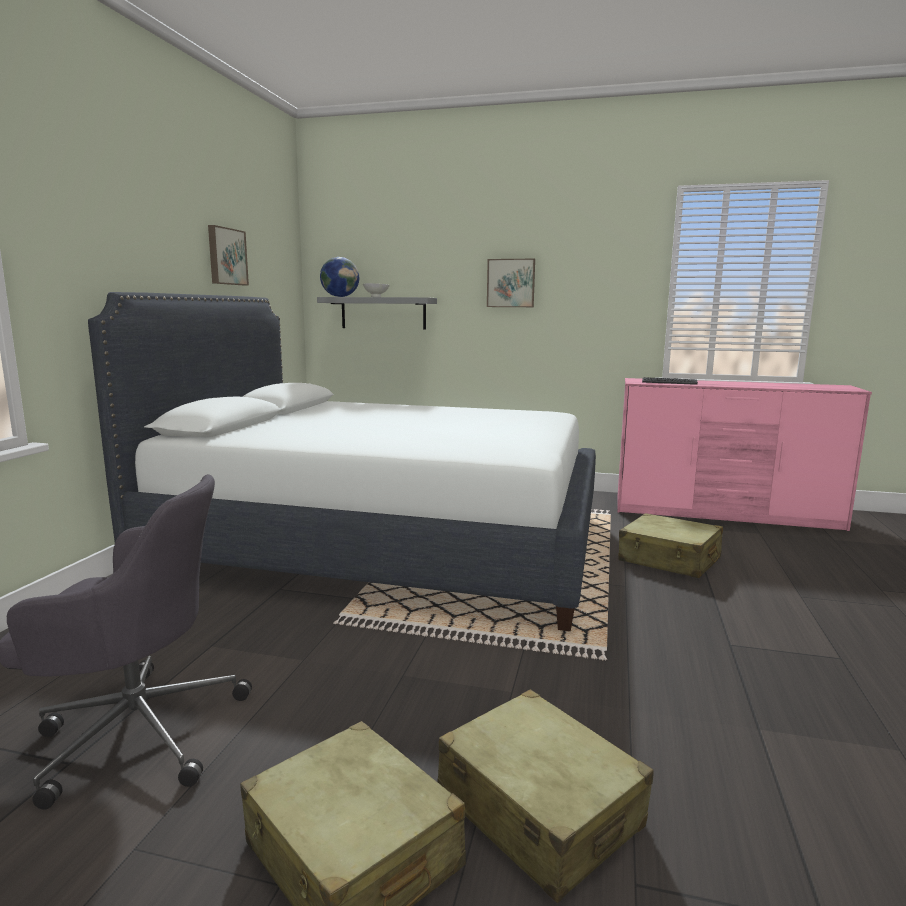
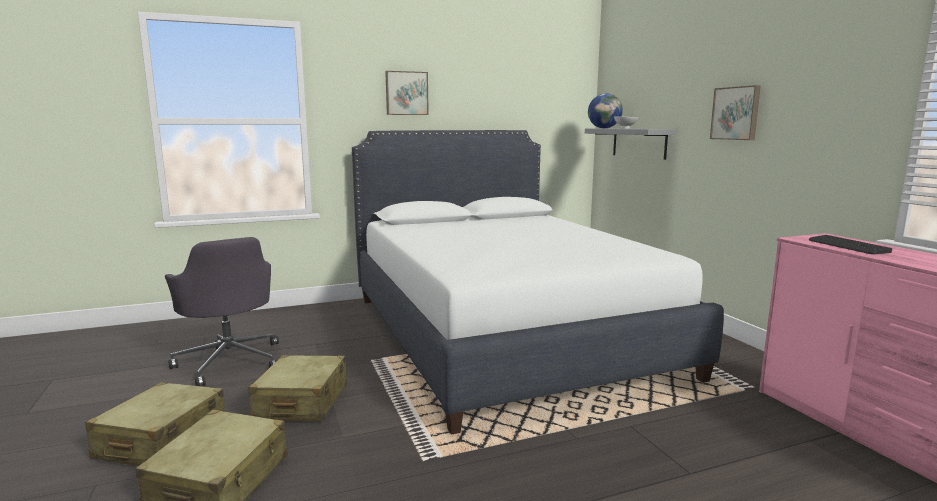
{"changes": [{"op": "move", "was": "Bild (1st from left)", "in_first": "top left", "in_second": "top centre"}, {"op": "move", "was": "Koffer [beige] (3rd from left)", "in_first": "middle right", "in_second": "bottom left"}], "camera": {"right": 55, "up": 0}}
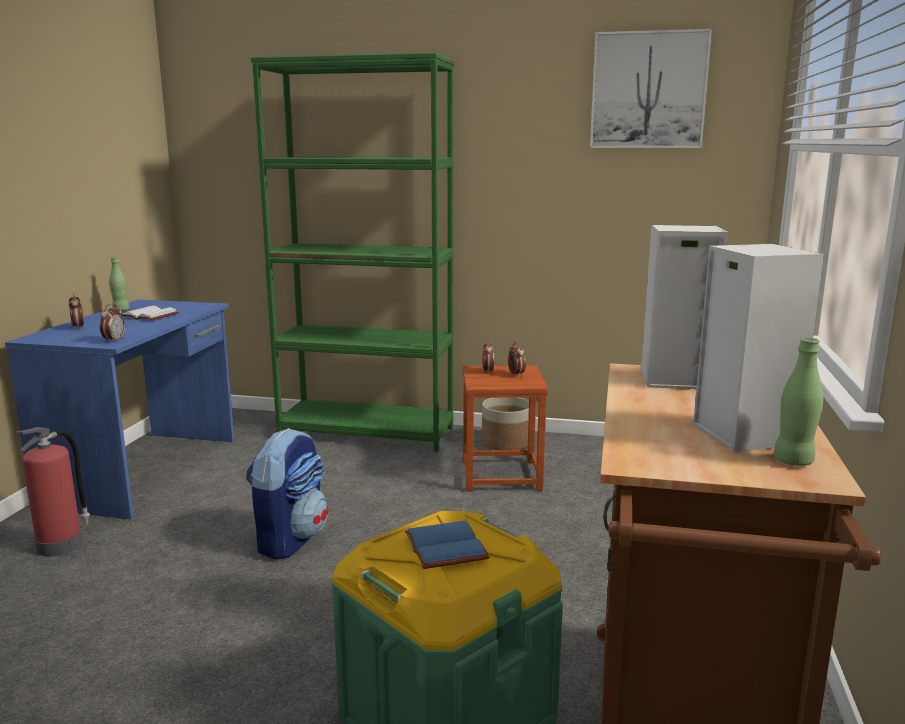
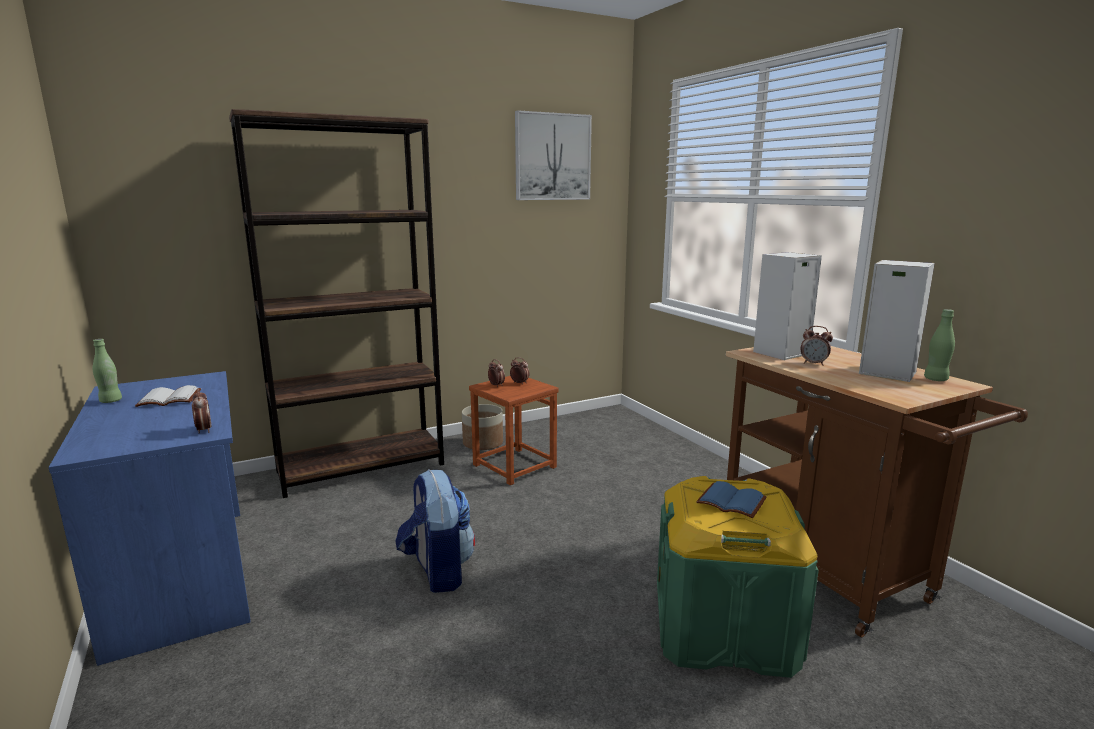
{"changes": [{"op": "recolor", "was": "Bücherregal [grün]", "now": "Bücherregal [braun]", "in_first": "centre", "in_second": "middle left"}, {"op": "move", "was": "Wecker (1st from left in the first image)", "now": "Wecker (4th from left)", "in_first": "middle left", "in_second": "middle right"}, {"op": "delete", "was": "Feuerlöscher", "in_first": "bottom left"}], "camera": {"right": -40, "up": 0}}
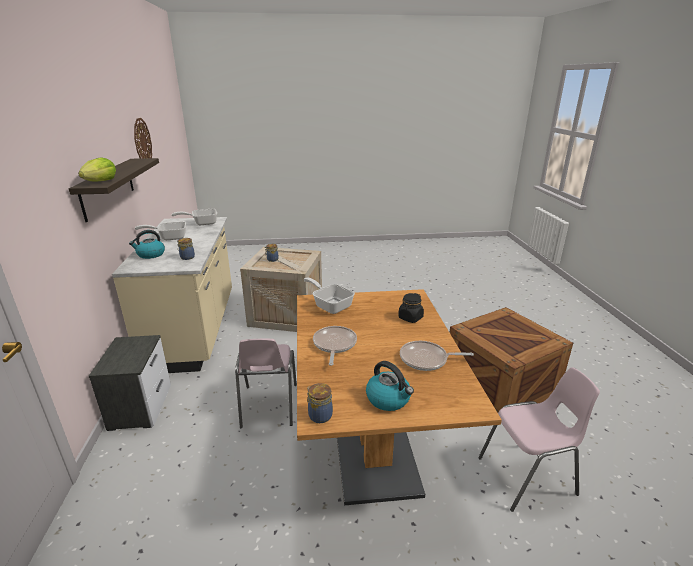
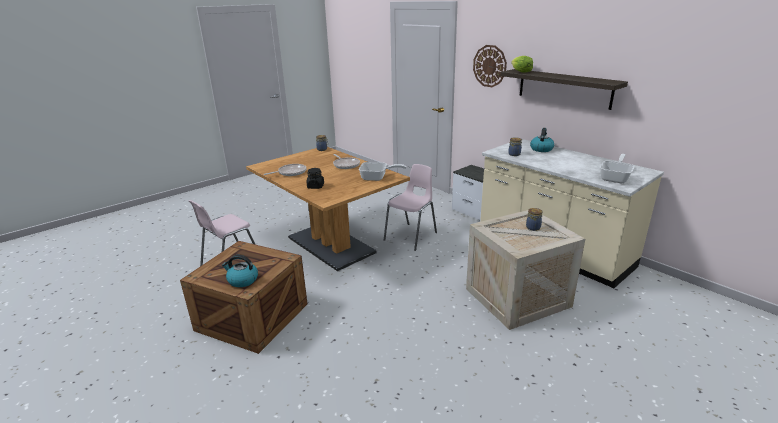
{"changes": [{"op": "move", "was": "Wanduhr", "in_first": "top left", "in_second": "top centre"}, {"op": "delete", "was": "Pfanne (1st from left)", "in_first": "middle left"}, {"op": "rotate", "was": "Stuhl [rosa] (1st from left in the first image)", "in_first": "bottom centre", "in_second": "centre", "clockwise": 75}, {"op": "move", "was": "Wasserkessel (2nd from left in the first image)", "now": "Wasserkessel (1st from left)", "in_first": "bottom centre", "in_second": "middle left"}], "camera": {"right": 145, "up": 0}}
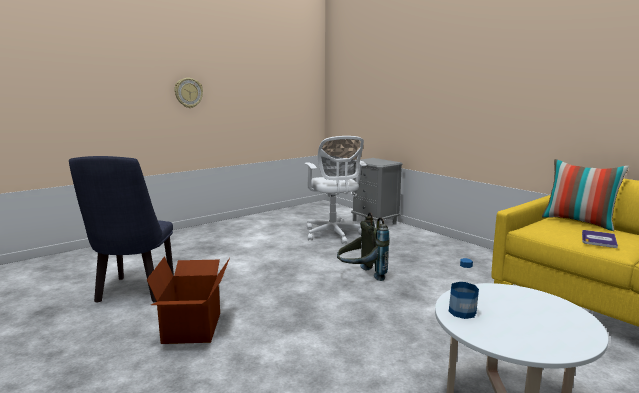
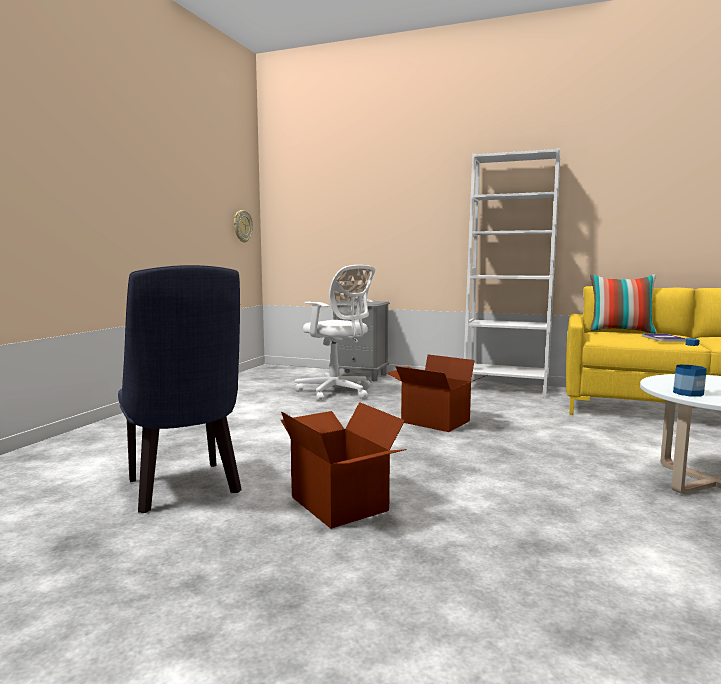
{"changes": [{"op": "move", "was": "Wanduhr", "in_first": "top left", "in_second": "top centre"}, {"op": "replace", "was": "Rucksack [grau]", "now": "Karton (2nd from left)", "in_first": "centre", "in_second": "centre"}, {"op": "insert", "now": "Bücherregal [weiß]", "in_second": "middle right"}], "camera": {"right": -30, "up": -5}}
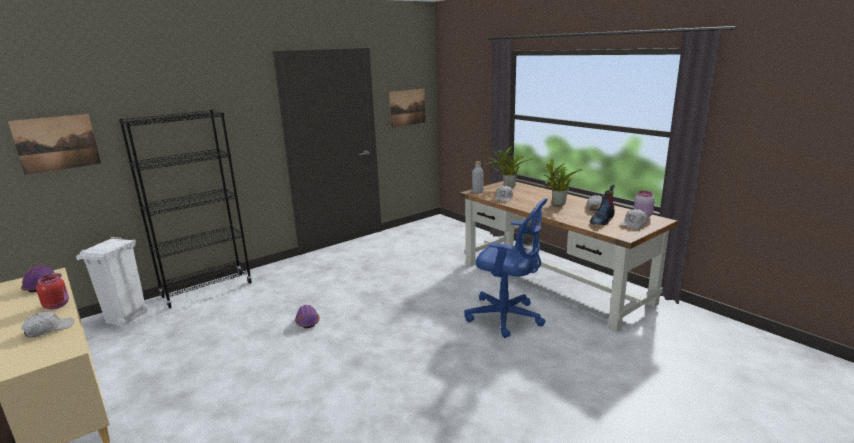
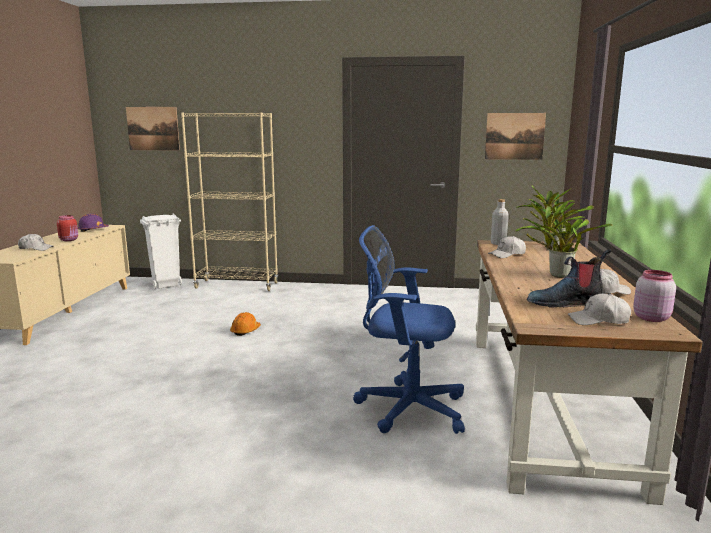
{"changes": [{"op": "recolor", "was": "Bücherregal [schwarz]", "now": "Bücherregal [beige]", "in_first": "middle left", "in_second": "middle left"}, {"op": "rotate", "was": "Bürostuhl [blau]", "in_first": "centre", "in_second": "centre", "clockwise": 120}, {"op": "recolor", "was": "Schutzhelm [lila] (2nd from left)", "now": "Schutzhelm [orange]", "in_first": "bottom centre", "in_second": "centre"}], "camera": {"right": 45, "up": -5}}
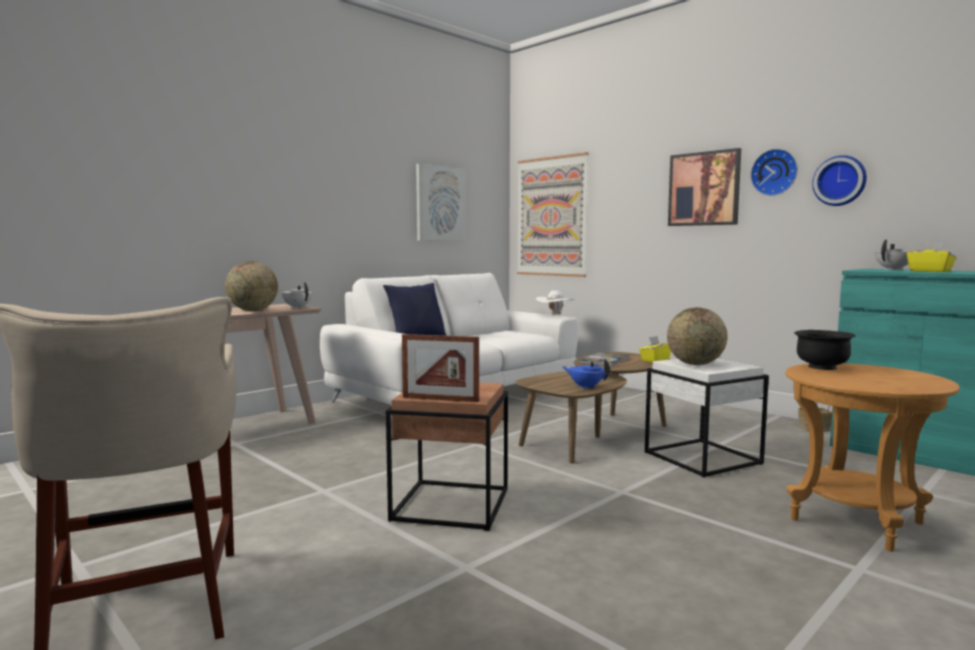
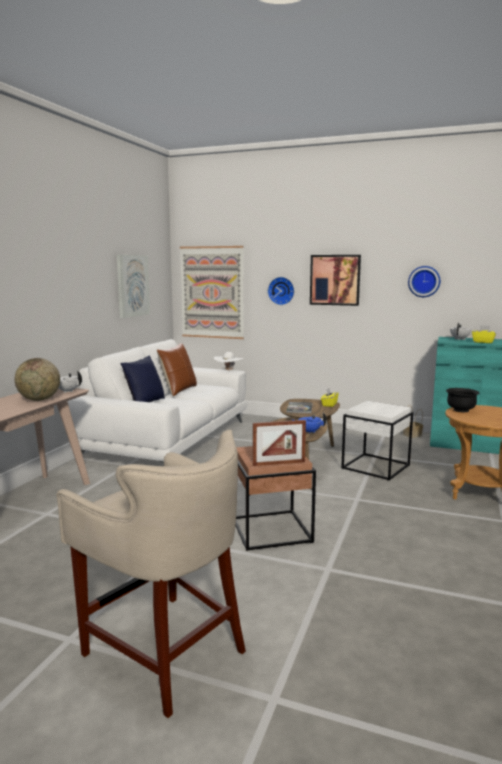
{"changes": [{"op": "move", "was": "Wanduhr (1st from left)", "in_first": "top right", "in_second": "centre"}, {"op": "delete", "was": "Globus (2nd from left)", "in_first": "middle right"}, {"op": "insert", "now": "Kissen [braun]", "in_second": "centre"}], "camera": {"right": -25, "up": 5}}
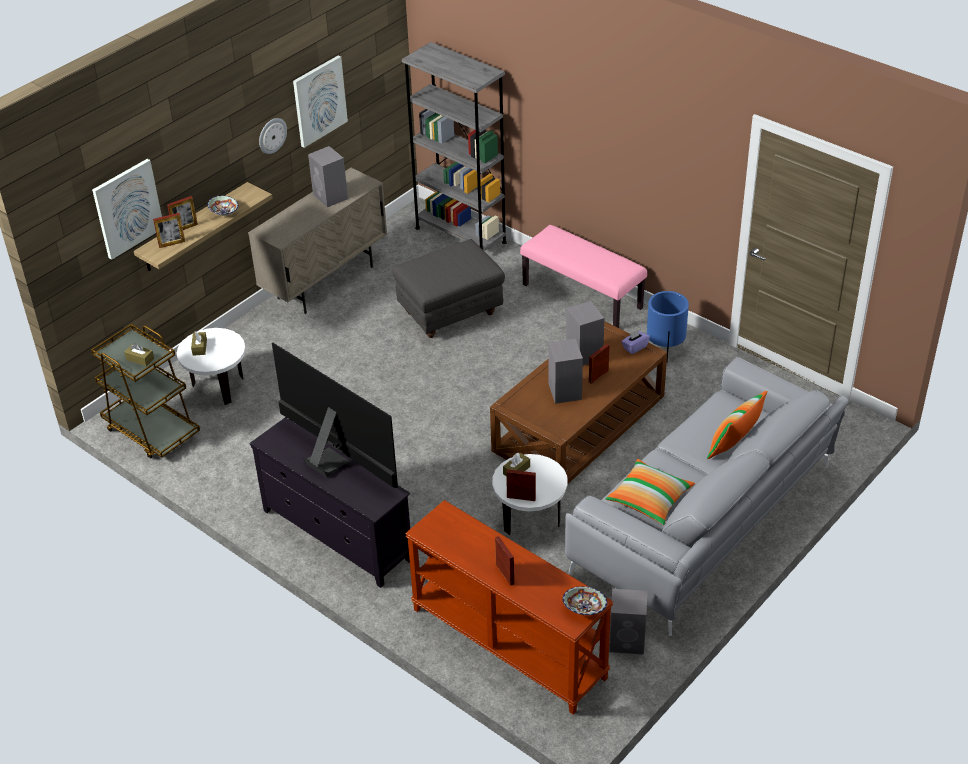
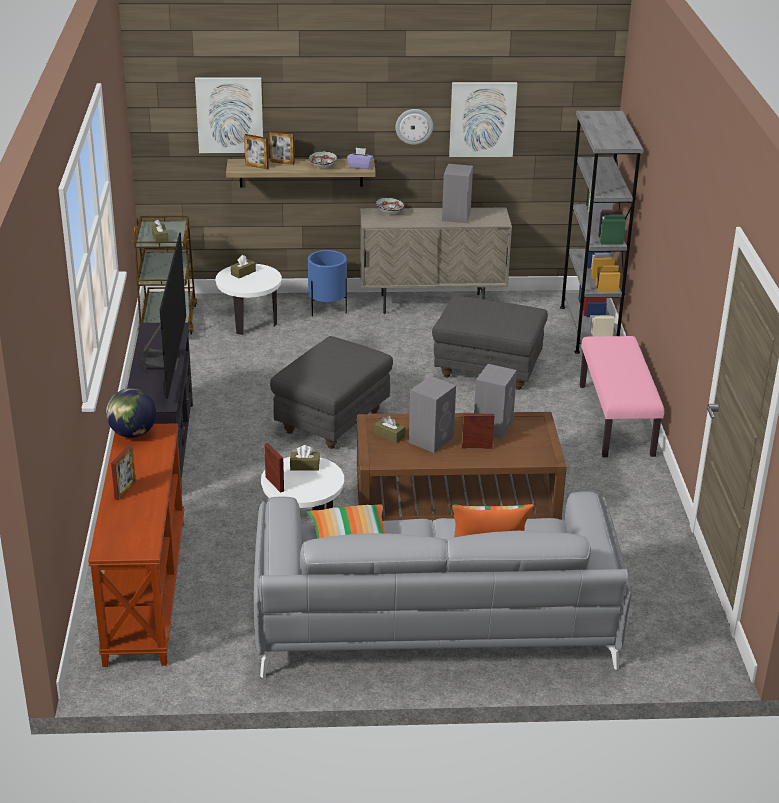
{"changes": [{"op": "move", "was": "Pflanzkübel [blau]", "in_first": "middle right", "in_second": "centre"}, {"op": "move", "was": "Taschentuchbox [lila]", "in_first": "centre", "in_second": "top centre"}, {"op": "move", "was": "Schüssel (2nd from left)", "in_first": "bottom centre", "in_second": "top centre"}, {"op": "delete", "was": "Lautsprecher [grau] (4th from left)", "in_first": "bottom centre"}, {"op": "insert", "now": "Polsterhocker [grau] (1st from left)", "in_second": "centre"}, {"op": "insert", "now": "Globus", "in_second": "middle left"}, {"op": "insert", "now": "Taschentuchbox [braun] (4th from left)", "in_second": "centre"}], "camera": {"right": 45, "up": -10}}
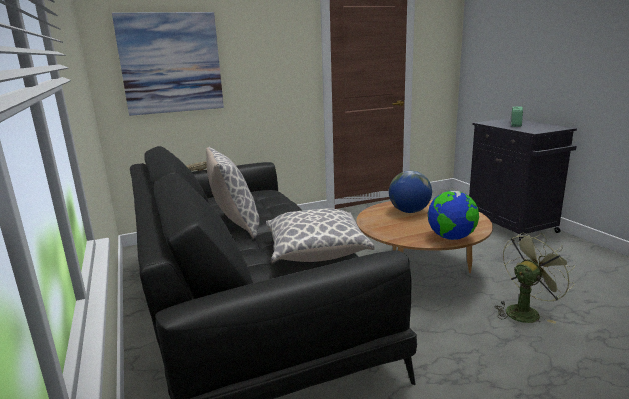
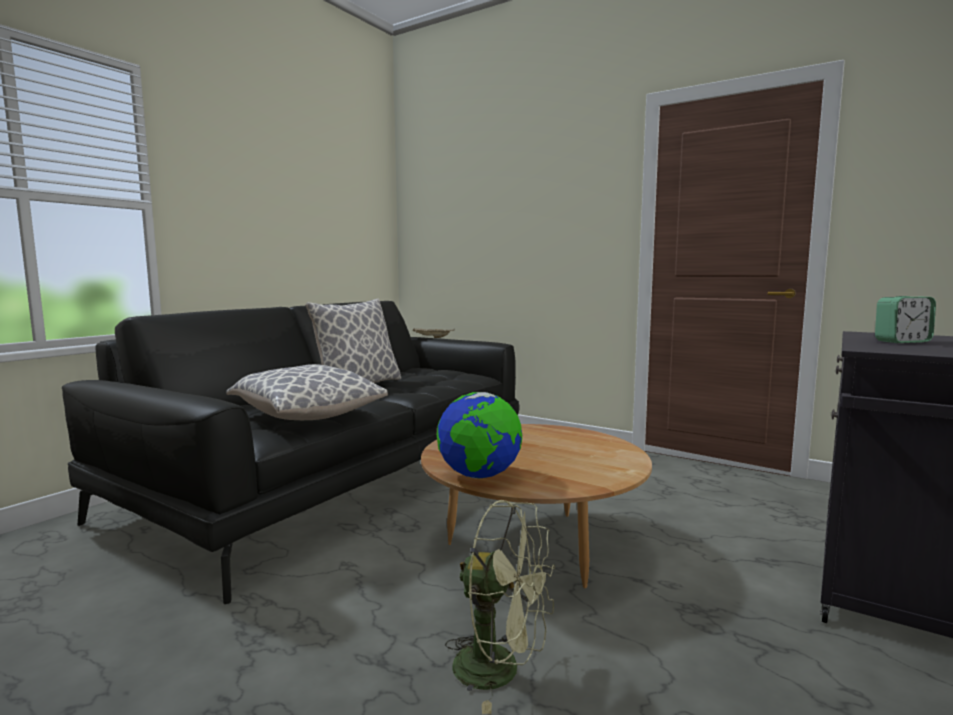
{"changes": [{"op": "delete", "was": "Bild", "in_first": "top left"}, {"op": "delete", "was": "Globus (1st from left)", "in_first": "centre"}], "camera": {"right": 55, "up": -10}}
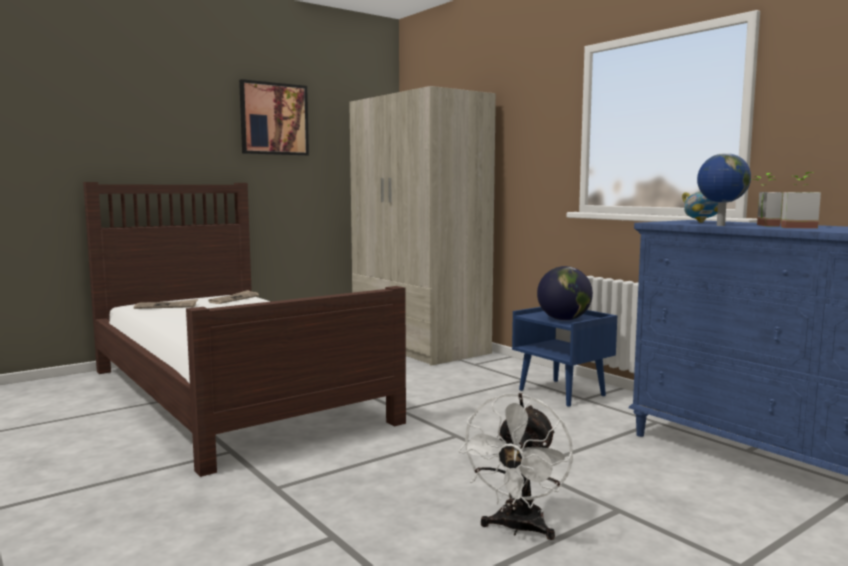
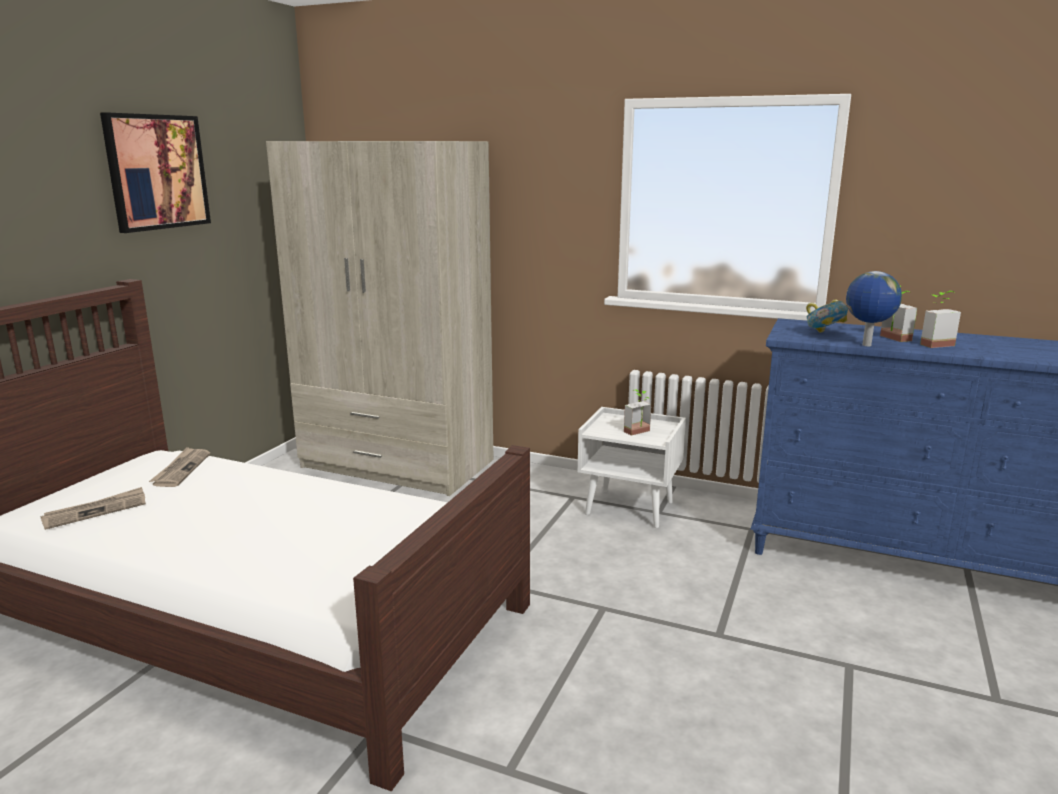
{"changes": [{"op": "replace", "was": "Globus (1st from left)", "now": "Topfpflanze (1st from left)", "in_first": "centre", "in_second": "centre"}, {"op": "recolor", "was": "Nachttisch [blau]", "now": "Nachttisch [weiß]", "in_first": "centre", "in_second": "centre"}, {"op": "delete", "was": "Ventilator [weiß]", "in_first": "bottom centre"}], "camera": {"right": -30, "up": 10}}
